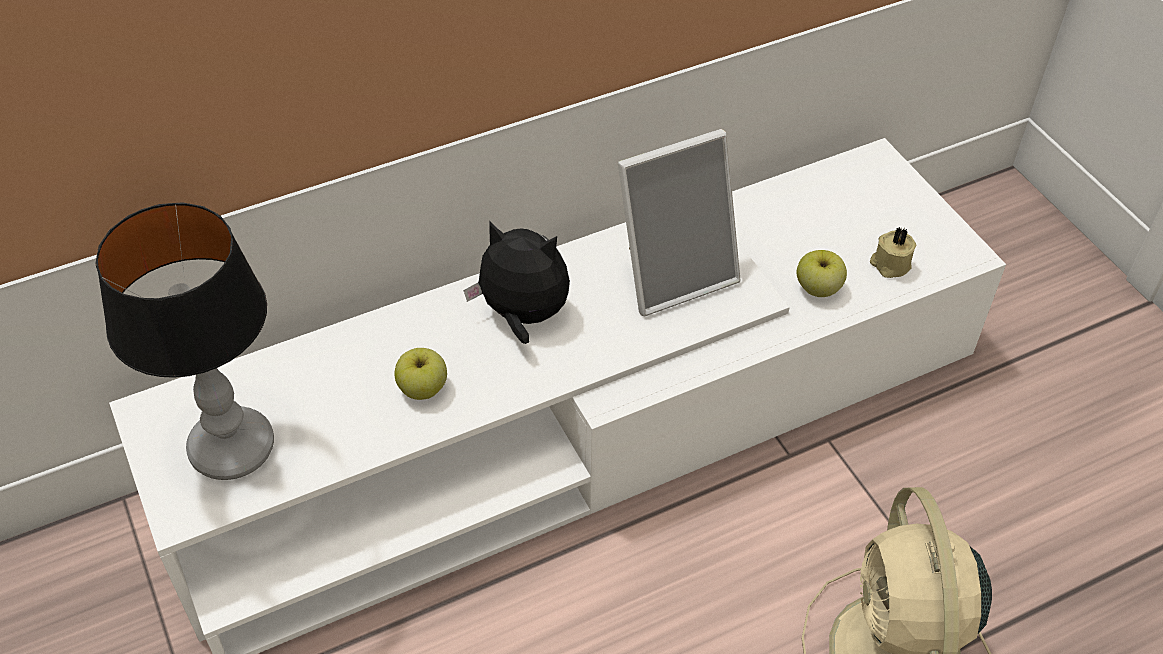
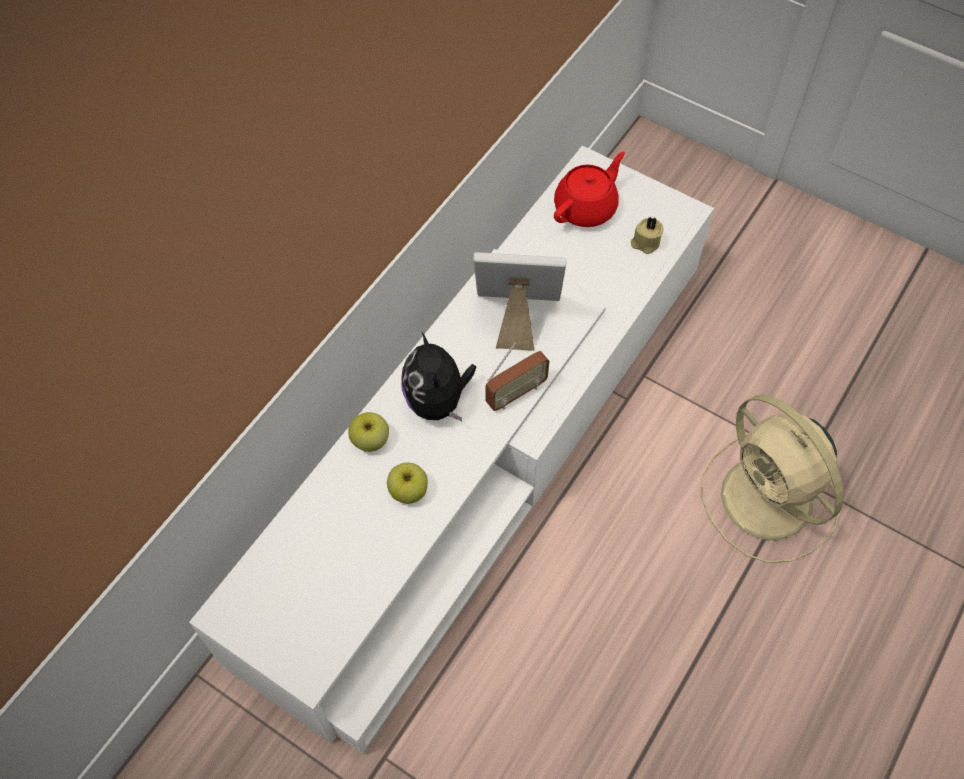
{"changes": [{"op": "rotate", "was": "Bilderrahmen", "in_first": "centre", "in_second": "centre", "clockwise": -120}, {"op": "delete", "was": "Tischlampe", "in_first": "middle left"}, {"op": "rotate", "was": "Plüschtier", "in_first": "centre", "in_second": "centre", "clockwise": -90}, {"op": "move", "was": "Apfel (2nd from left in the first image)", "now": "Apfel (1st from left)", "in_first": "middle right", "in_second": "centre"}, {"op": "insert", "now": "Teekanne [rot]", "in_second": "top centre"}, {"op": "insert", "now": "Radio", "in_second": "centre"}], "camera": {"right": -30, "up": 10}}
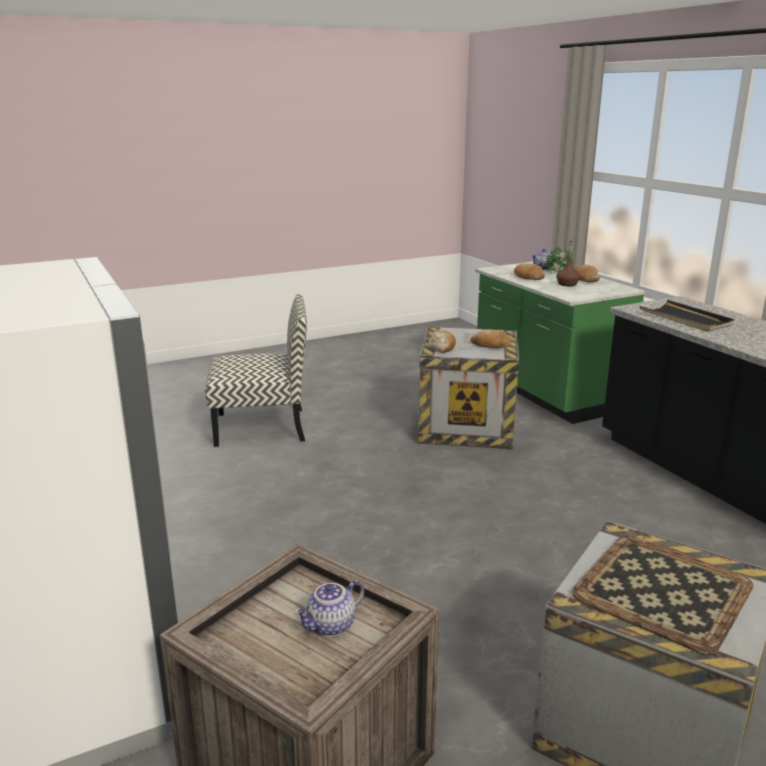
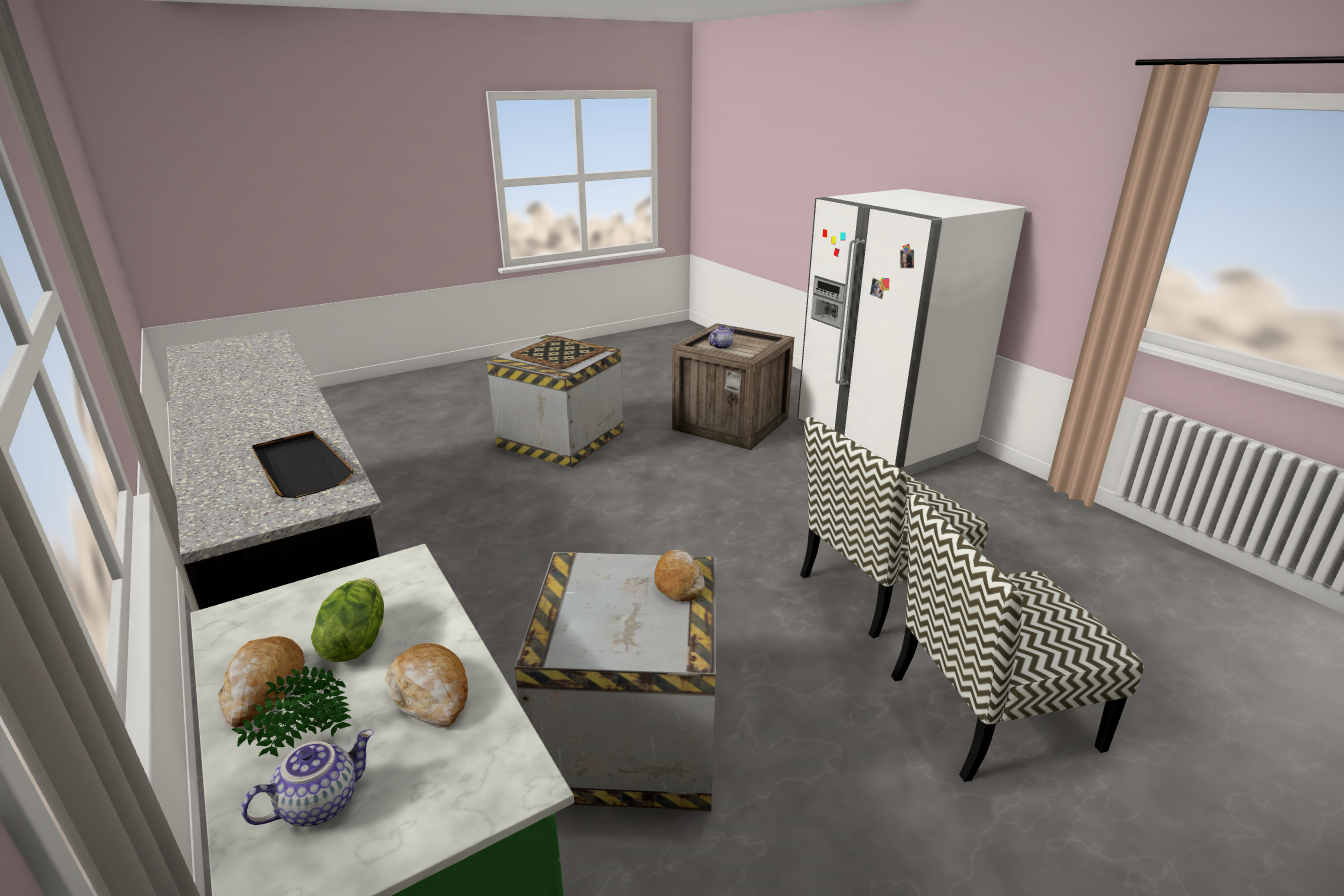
{"changes": [{"op": "replace", "was": "Flasche [braun]", "now": "Salatkopf", "in_first": "middle right", "in_second": "bottom left"}, {"op": "delete", "was": "Brot (2nd from left)", "in_first": "centre"}, {"op": "insert", "now": "Stuhl (1st from left)", "in_second": "centre"}], "camera": {"right": 175, "up": 5}}
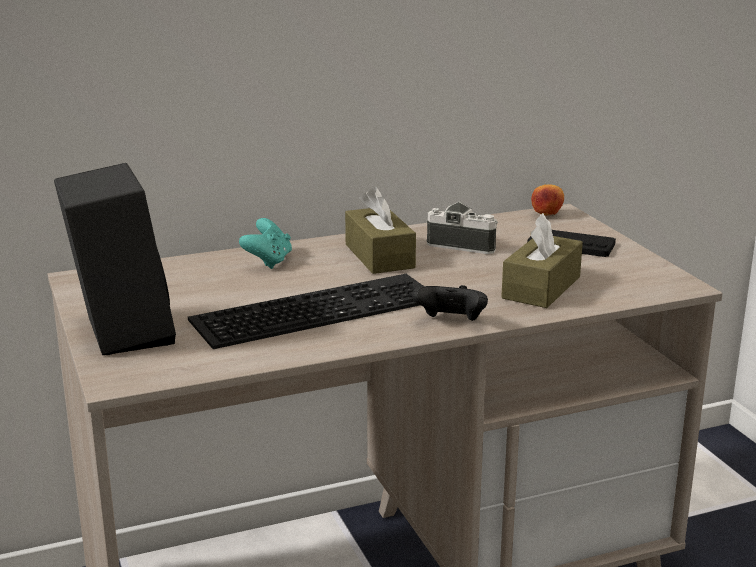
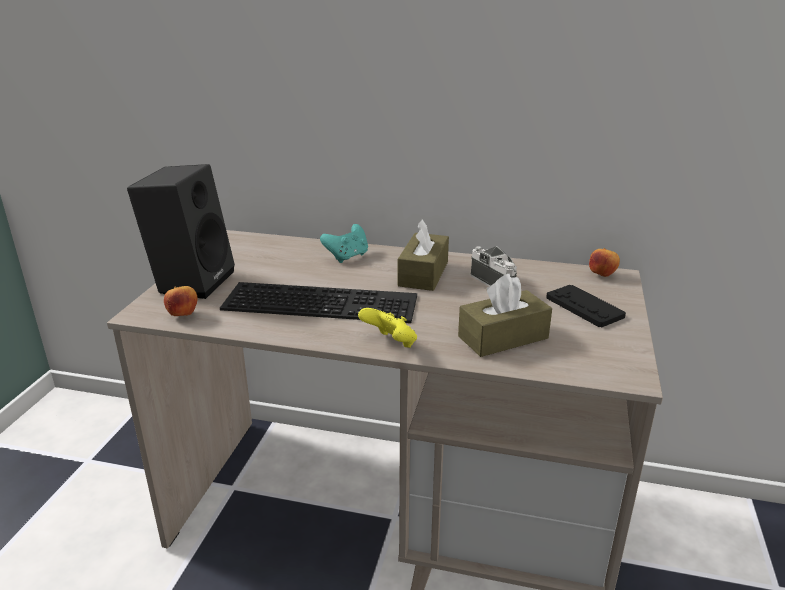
{"changes": [{"op": "recolor", "was": "Gamepad [schwarz] (1st from left)", "now": "Gamepad [gelb]", "in_first": "centre", "in_second": "centre"}, {"op": "insert", "now": "Apfel (1st from left)", "in_second": "middle left"}], "camera": {"right": 35, "up": 5}}
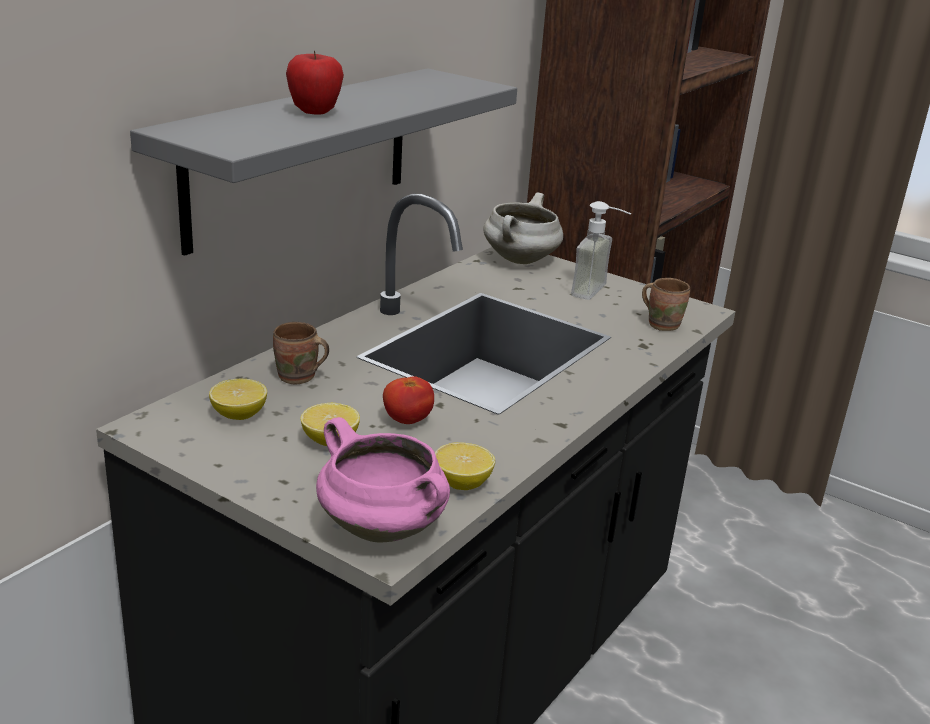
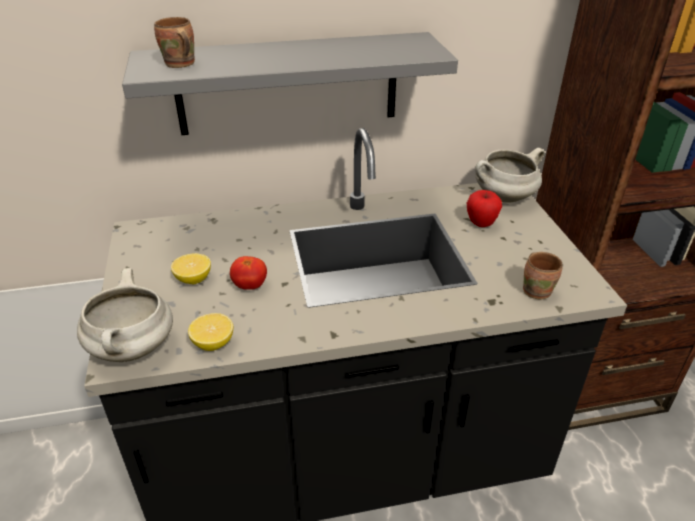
{"changes": [{"op": "move", "was": "Apfel", "in_first": "top centre", "in_second": "middle right"}, {"op": "delete", "was": "Seifenspender", "in_first": "centre"}, {"op": "move", "was": "Henkelbecher [braun] (1st from left)", "in_first": "middle left", "in_second": "top left"}, {"op": "delete", "was": "Zitrone (1st from left)", "in_first": "middle left"}, {"op": "recolor", "was": "Kochtopf [rosa]", "now": "Kochtopf [weiß] (1st from left)", "in_first": "centre", "in_second": "middle left"}], "camera": {"right": 45, "up": 10}}
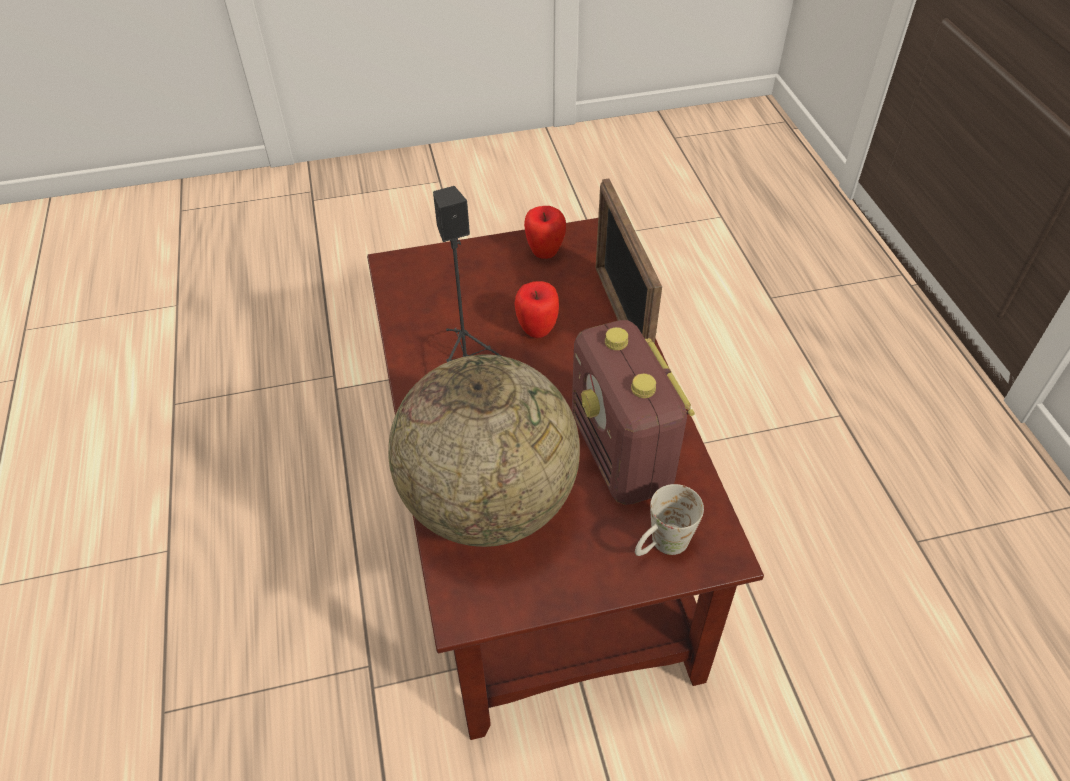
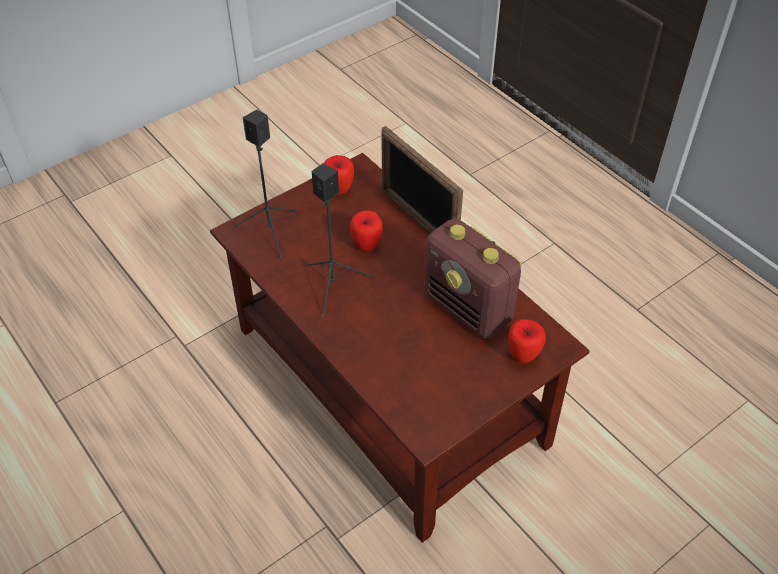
{"changes": [{"op": "delete", "was": "Globus", "in_first": "centre"}, {"op": "replace", "was": "Henkelbecher [weiß]", "now": "Apfel (3rd from left)", "in_first": "centre", "in_second": "middle right"}, {"op": "insert", "now": "Lautsprecher [schwarz] (1st from left)", "in_second": "top centre"}], "camera": {"right": -25, "up": 0}}
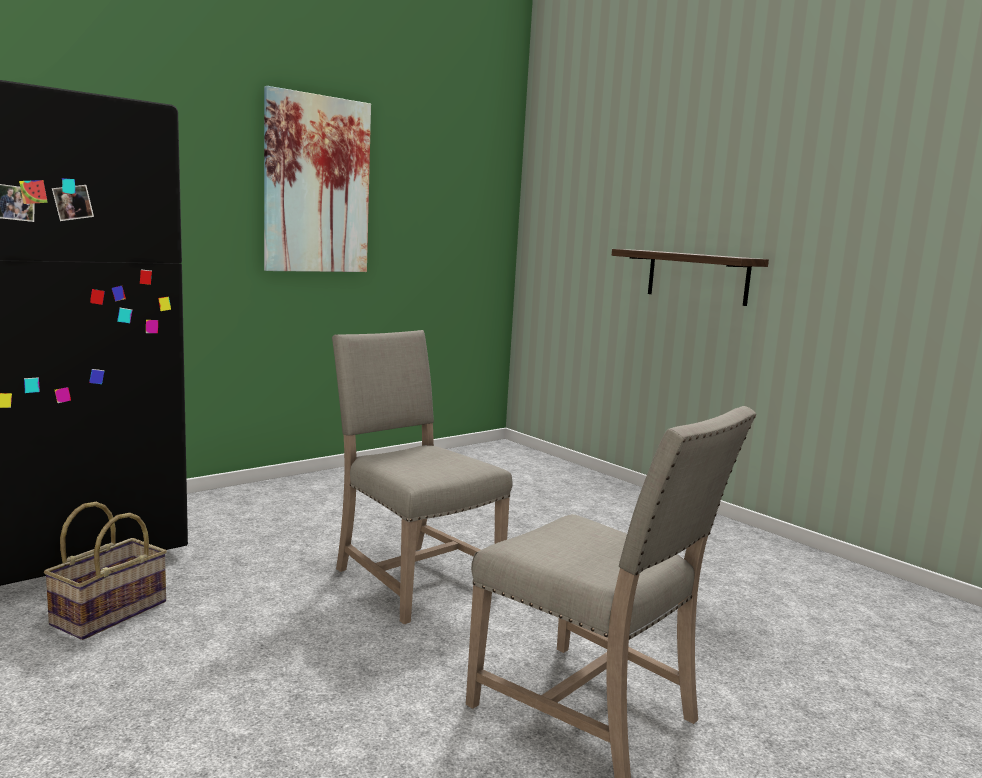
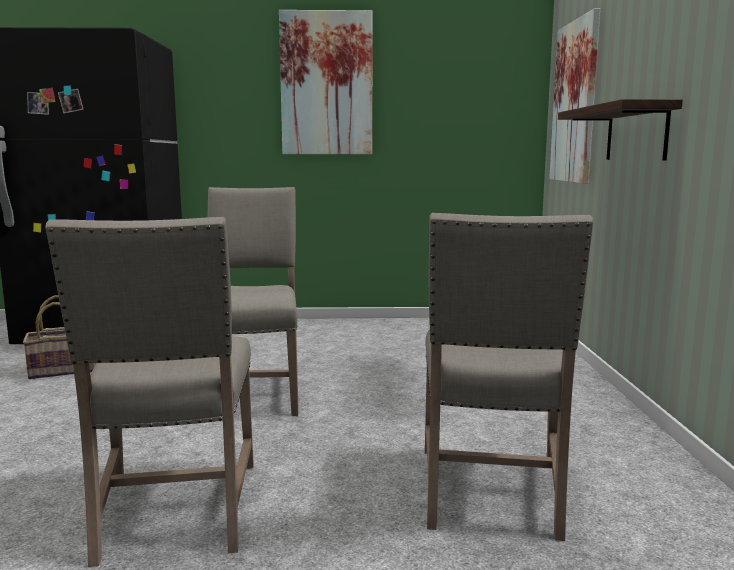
{"changes": [{"op": "insert", "now": "Bild (2nd from left)", "in_second": "top right"}, {"op": "insert", "now": "Stuhl [beige] (3rd from left)", "in_second": "middle right"}], "camera": {"right": 40, "up": 0}}
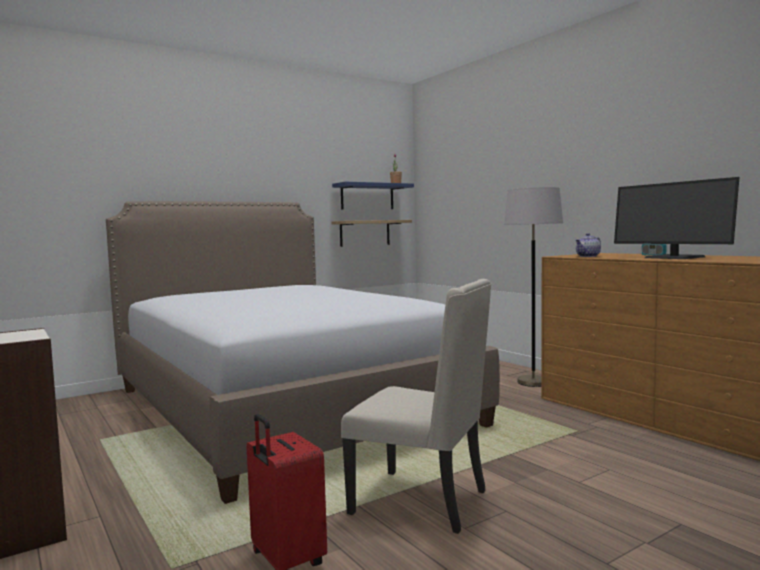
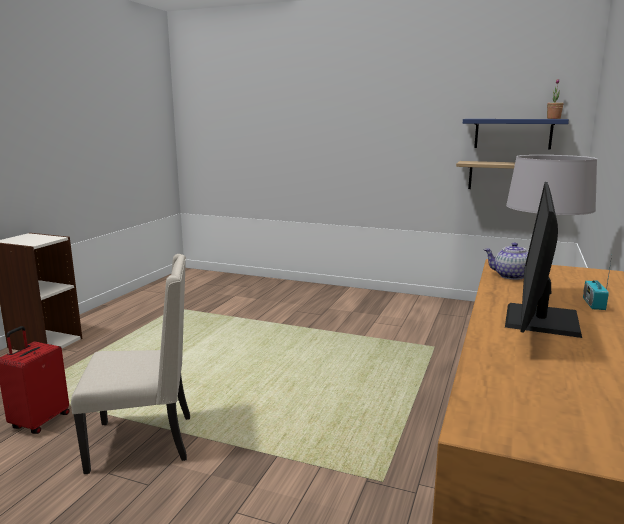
{"changes": [{"op": "delete", "was": "Bett", "in_first": "centre"}, {"op": "rotate", "was": "Stuhl [beige]", "in_first": "bottom centre", "in_second": "bottom left", "clockwise": -90}], "camera": {"right": 55, "up": 10}}
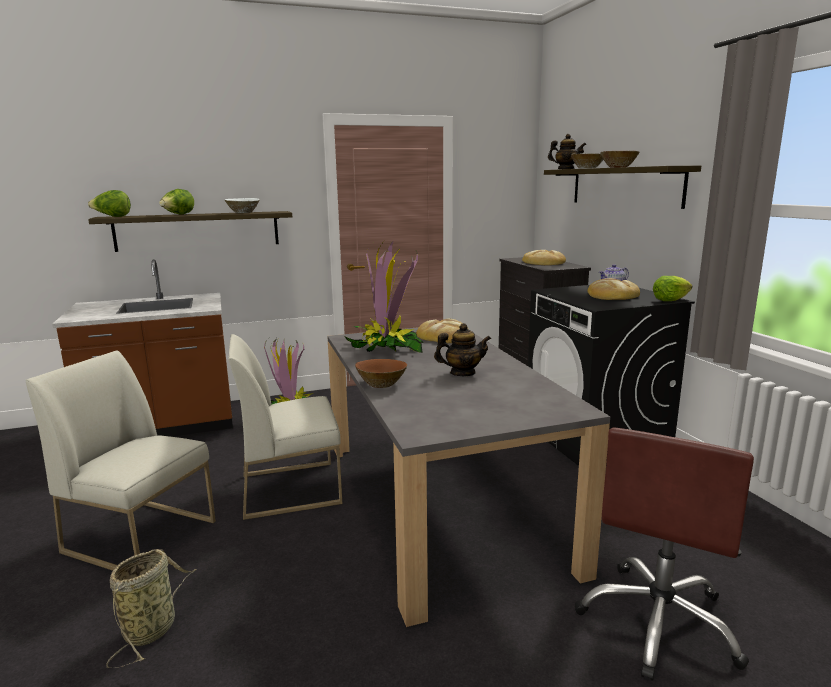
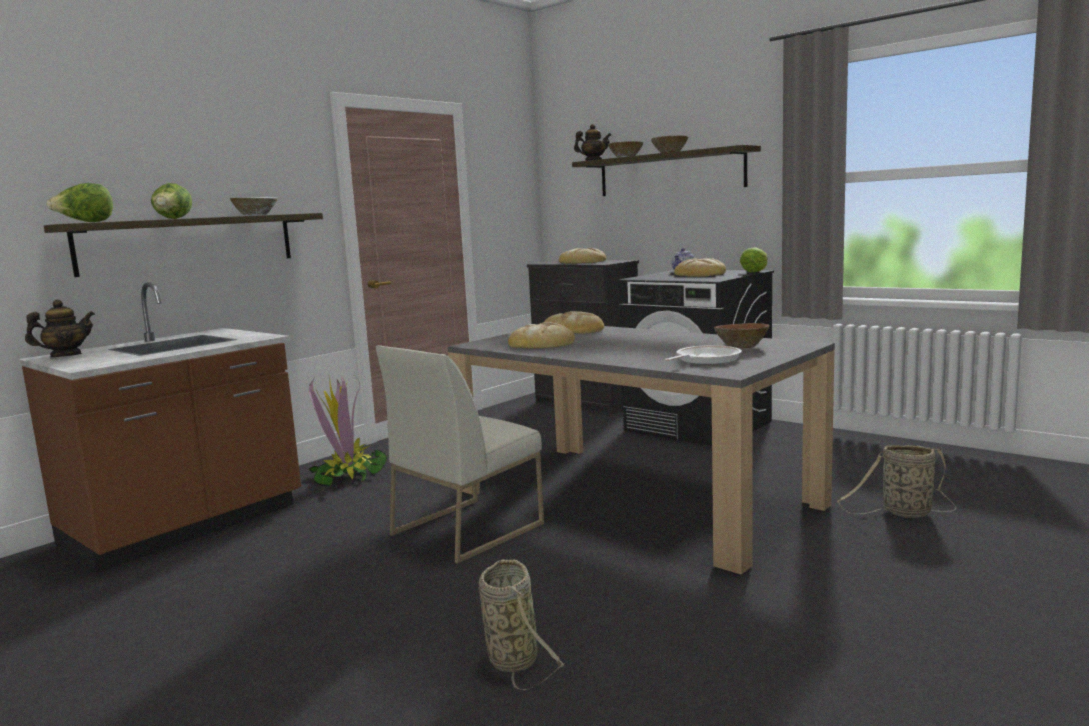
{"changes": [{"op": "replace", "was": "Topfpflanze (2nd from left)", "now": "Brot (1st from left)", "in_first": "centre", "in_second": "centre"}, {"op": "move", "was": "Teekanne (1st from left)", "in_first": "centre", "in_second": "middle left"}, {"op": "delete", "was": "Stuhl [weiß] (1st from left)", "in_first": "bottom left"}, {"op": "move", "was": "Schüssel [braun] (1st from left in the first image)", "now": "Schüssel [braun] (2nd from left)", "in_first": "centre", "in_second": "middle right"}, {"op": "replace", "was": "Bürostuhl [braun]", "now": "Korb (2nd from left)", "in_first": "bottom right", "in_second": "middle right"}, {"op": "insert", "now": "Pfanne", "in_second": "centre"}], "camera": {"right": -30, "up": -5}}
